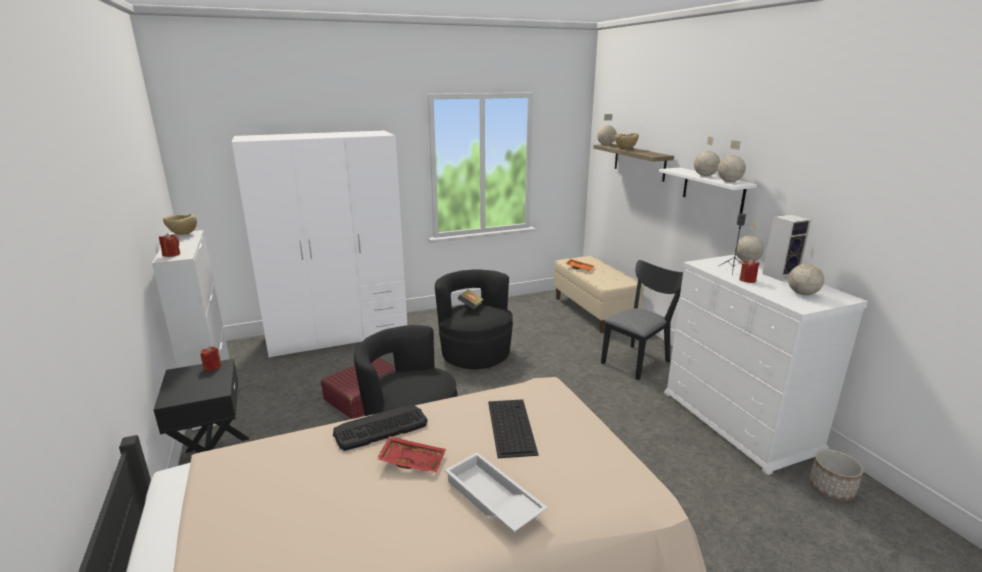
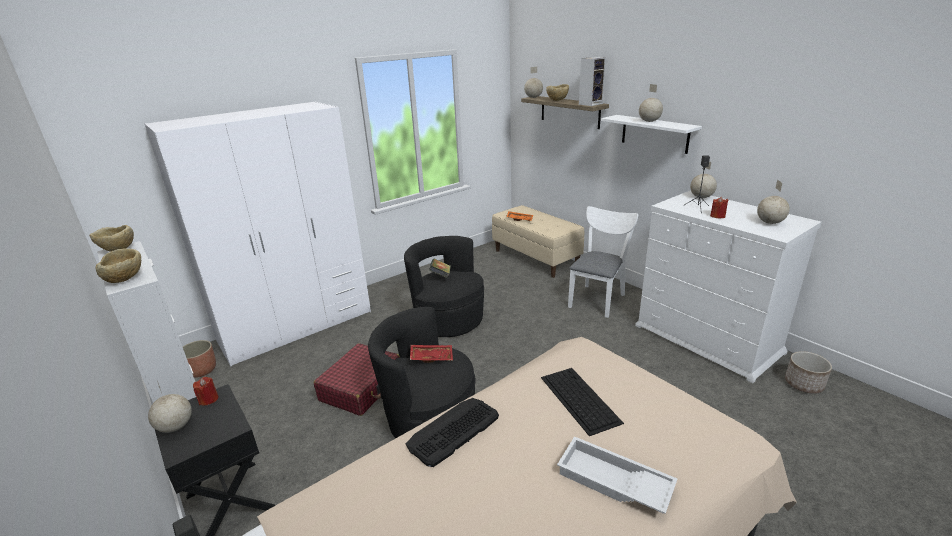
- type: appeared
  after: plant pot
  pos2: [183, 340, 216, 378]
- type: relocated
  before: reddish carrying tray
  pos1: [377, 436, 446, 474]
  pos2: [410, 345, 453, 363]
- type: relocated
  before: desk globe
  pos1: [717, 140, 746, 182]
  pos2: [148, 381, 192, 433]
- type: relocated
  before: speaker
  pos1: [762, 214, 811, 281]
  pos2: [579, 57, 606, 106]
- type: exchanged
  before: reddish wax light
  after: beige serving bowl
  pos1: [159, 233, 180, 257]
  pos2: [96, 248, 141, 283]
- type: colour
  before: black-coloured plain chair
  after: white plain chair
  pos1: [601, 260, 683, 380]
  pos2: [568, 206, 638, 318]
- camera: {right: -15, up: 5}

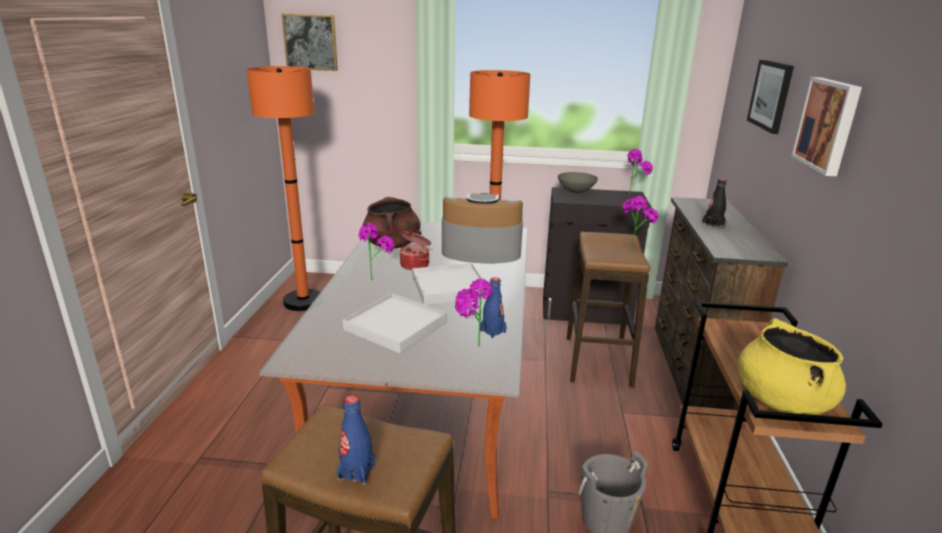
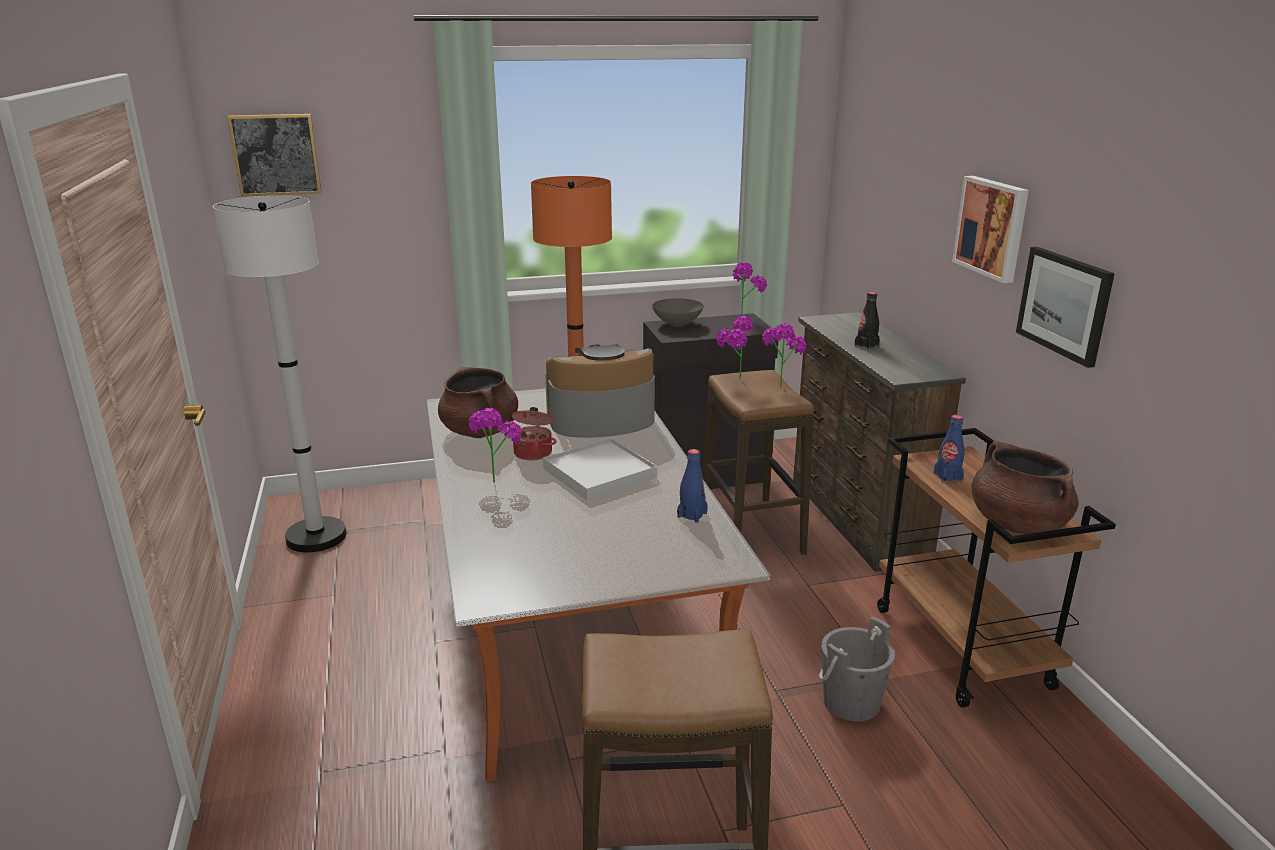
- type: missing
  before: white carrying tray
  pos1: [343, 293, 447, 353]
- type: relocated
  before: bluish drink bottle
  pos1: [337, 395, 375, 485]
  pos2: [934, 415, 965, 482]
- type: relocated
  before: plant in a pot
  pos1: [455, 278, 493, 346]
  pos2: [716, 316, 753, 379]
- type: relocated
  before: wall picture
  pos1: [747, 60, 794, 134]
  pos2: [1016, 247, 1115, 368]
- type: colour
  before: orange standard lamp
  after: white standard lamp
  pos1: [247, 66, 320, 311]
  pos2: [213, 195, 347, 552]
- type: colour
  before: yellow cooking pot
  after: brown-coloured cooking pot
  pos1: [738, 318, 846, 415]
  pos2: [972, 441, 1079, 534]
- camera: {right: -20, up: 0}

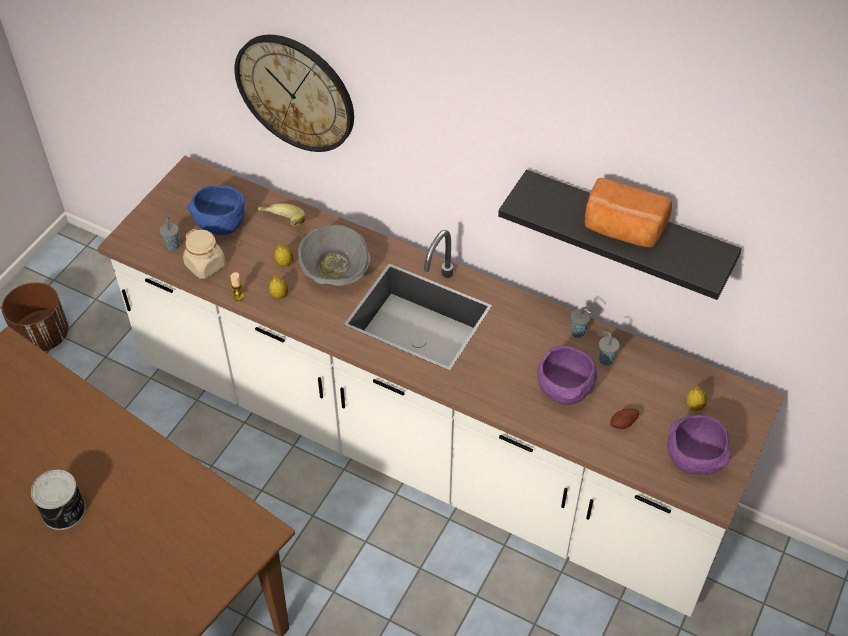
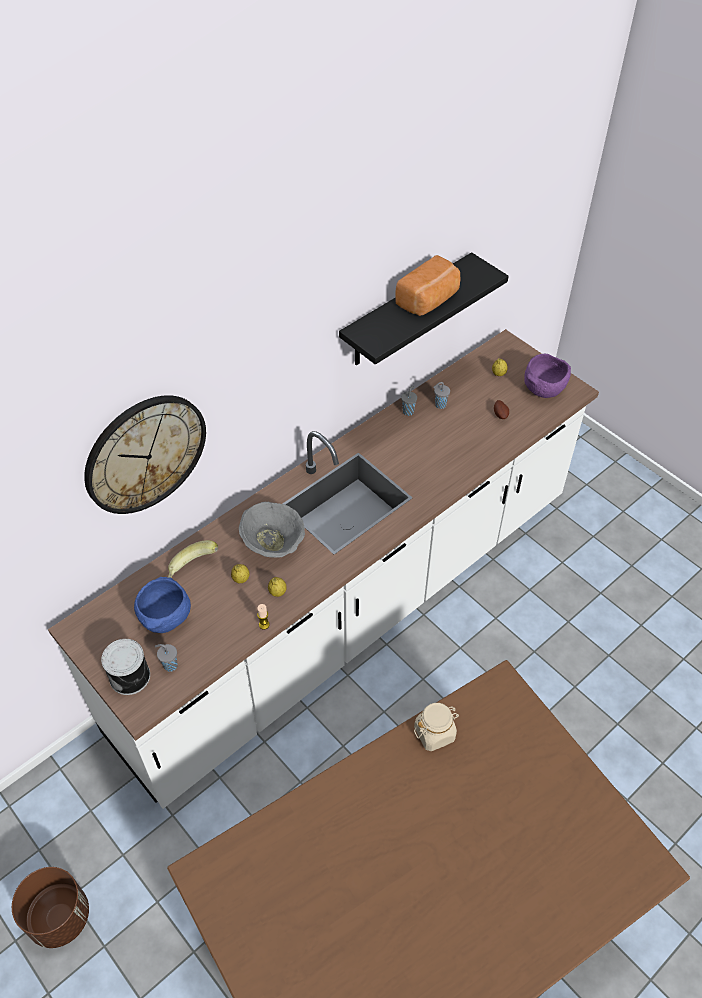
- type: missing
  before: purple-coloured serving bowl
  pos1: [537, 345, 597, 405]
- type: relocated
  before: sealed can
  pos1: [31, 470, 86, 530]
  pos2: [101, 639, 150, 695]
- type: relocated
  before: beige jar
  pos1: [183, 229, 225, 279]
  pos2: [414, 703, 459, 751]
- camera: {right: -70, up: 0}

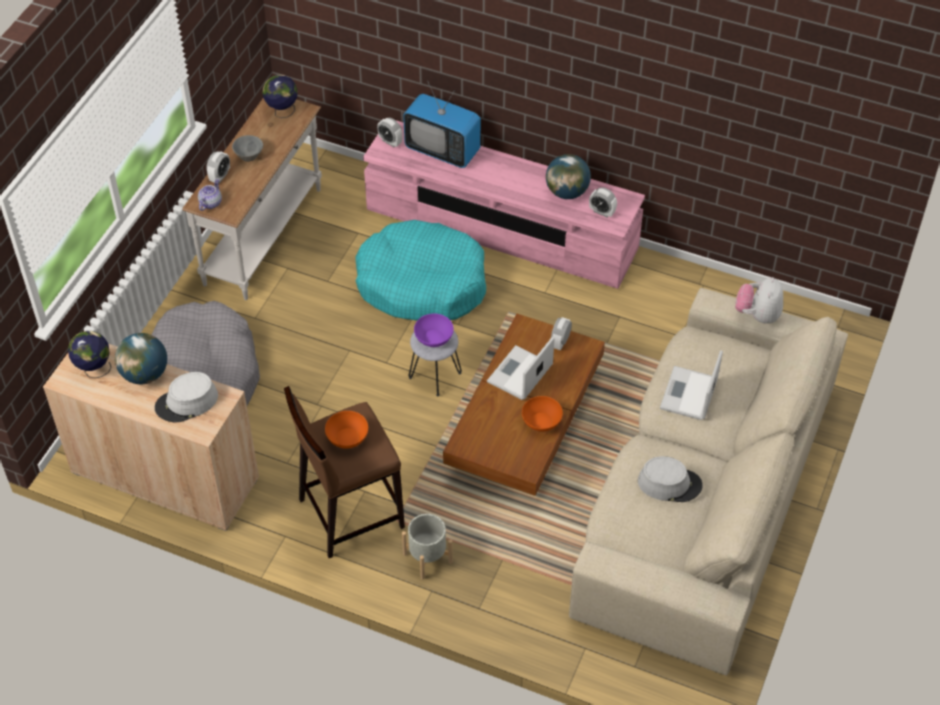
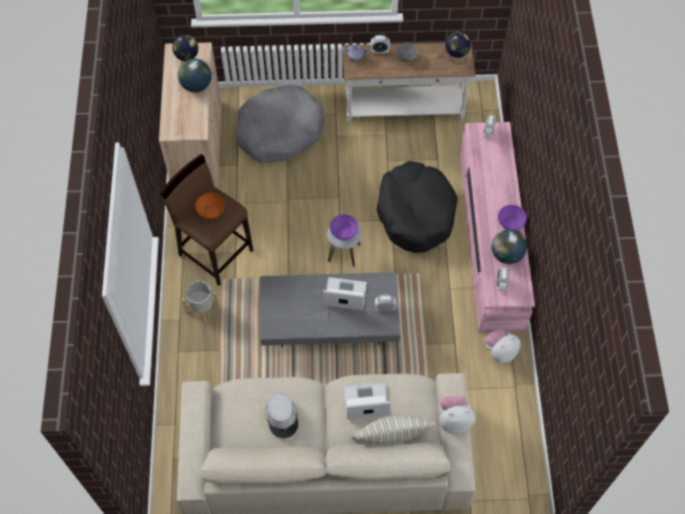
- type: missing
  before: grey wearable hat
  pos1: [155, 372, 218, 422]
- type: missing
  before: TV set
  pos1: [403, 80, 481, 168]
- type: missing
  before: orange serving bowl
  pos1: [522, 396, 563, 432]
- type: appeared
  after: pillow
  pos2: [351, 415, 435, 444]
- type: appeared
  after: cuddly toy
  pos2: [484, 328, 521, 363]
- type: appeared
  after: purple-coloured serving bowl
  pos2: [498, 205, 527, 230]
- type: colour
  before: turquoise pet bed
  after: black-coloured pet bed
  pos1: [355, 220, 486, 320]
  pos2: [376, 161, 458, 253]
- type: colour
  before: brown-coloured coffee table
  after: grey coffee table
  pos1: [443, 314, 605, 496]
  pos2: [260, 272, 400, 347]
- camera: {right: 65, up: 10}

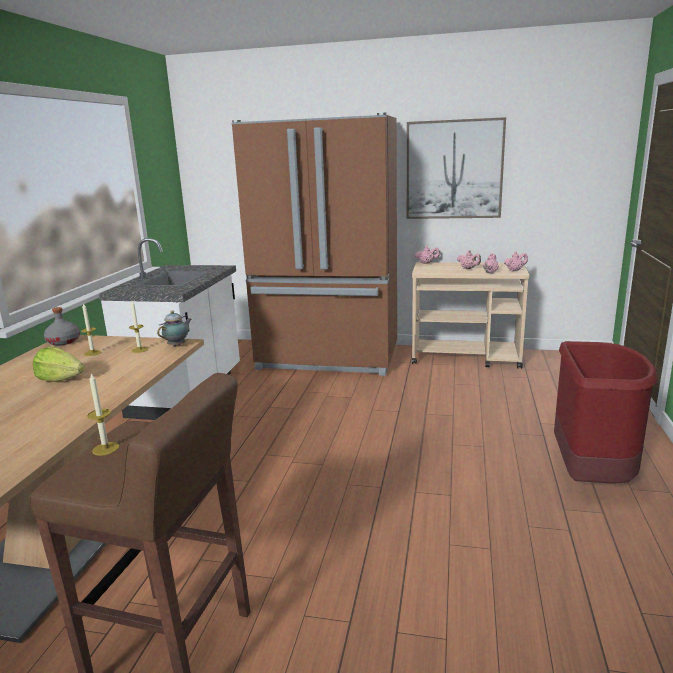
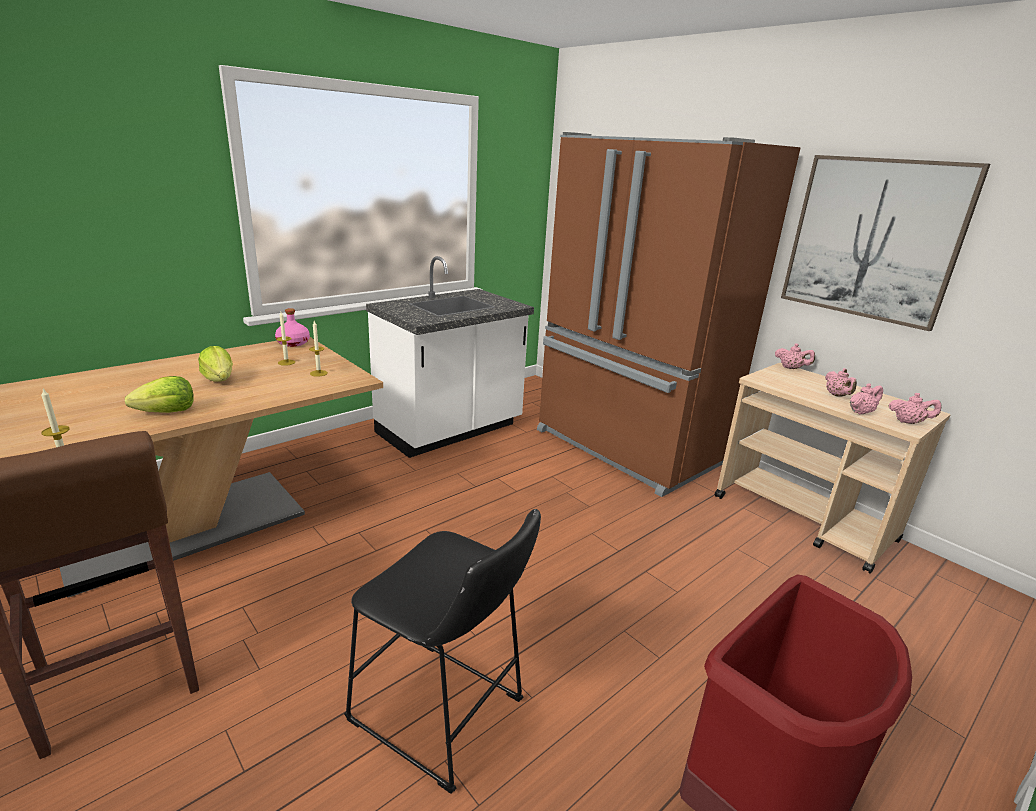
- type: missing
  before: tea pot
  pos1: [157, 311, 192, 347]
- type: appeared
  after: lettuce head
  pos2: [125, 376, 194, 413]
- type: appeared
  after: black-coloured sitting stool
  pos2: [344, 509, 541, 794]
- type: colour
  before: grey drink bottle
  after: pink-coloured drink bottle
  pos1: [44, 307, 80, 346]
  pos2: [275, 308, 310, 347]
- camera: {right: 35, up: 5}

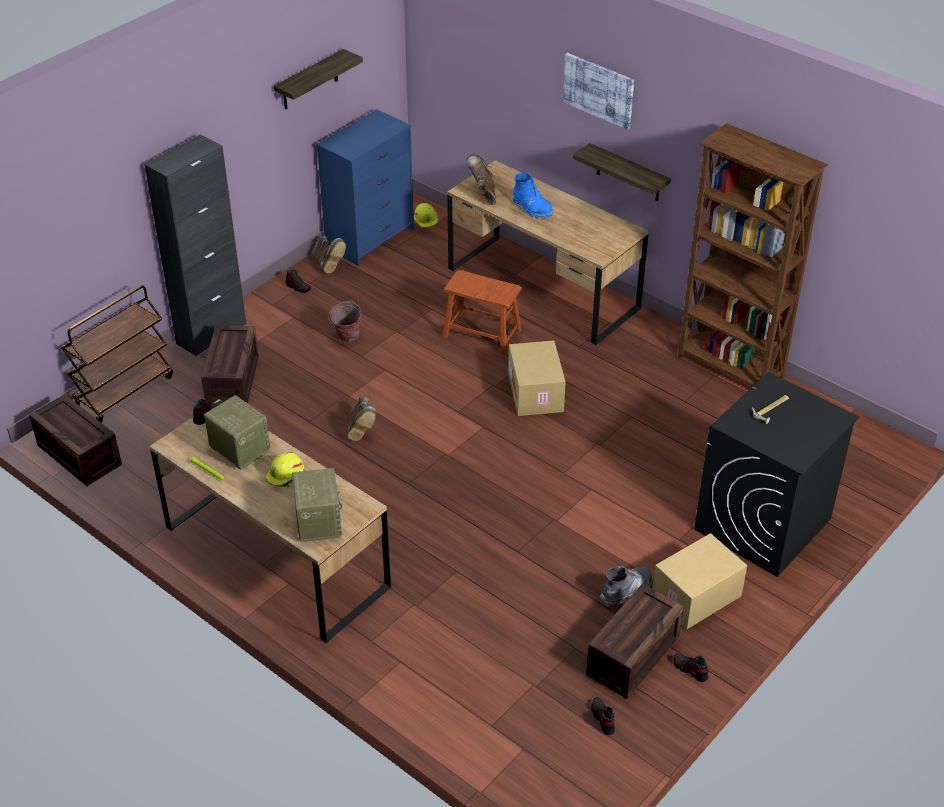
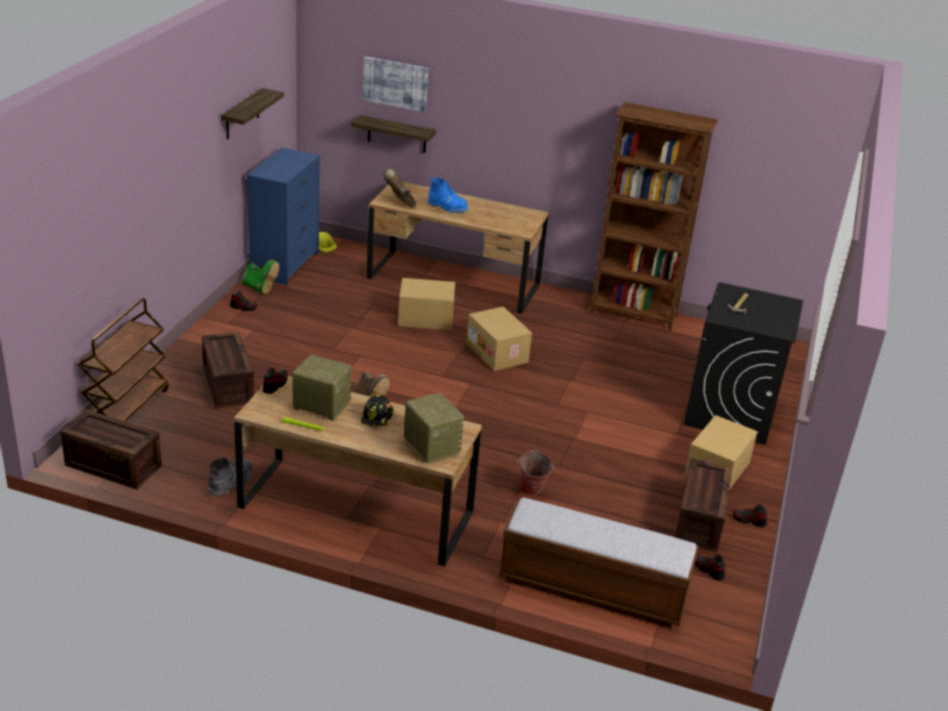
- type: missing
  before: black-coloured cupboard
  pos1: [144, 134, 246, 356]
- type: appeared
  after: long seat
  pos2: [498, 498, 699, 628]
- type: relocated
  before: bucket
  pos1: [328, 301, 362, 342]
  pos2: [517, 450, 554, 495]
- type: relocated
  before: wall picture
  pos1: [563, 53, 634, 130]
  pos2: [363, 56, 428, 112]
- type: relocated
  before: wall shelf
  pos1: [573, 143, 671, 201]
  pos2: [351, 115, 436, 153]
- type: relocated
  before: grey high-top boot
  pos1: [600, 566, 653, 606]
  pos2: [208, 457, 253, 497]
- type: exchanged
  before: brown-coloured sitting stool
  after: cardboard box
  pos1: [442, 270, 522, 355]
  pos2: [398, 278, 455, 330]
- type: colour
  before: yellow hard hat
  after: black-coloured hard hat
  pos1: [265, 452, 304, 487]
  pos2: [361, 395, 394, 426]
- type: colour
  before: brown-coloured high-top boot
  after: greenish high-top boot
  pos1: [312, 236, 346, 274]
  pos2: [242, 260, 279, 294]
- camera: {right: -25, up: -10}

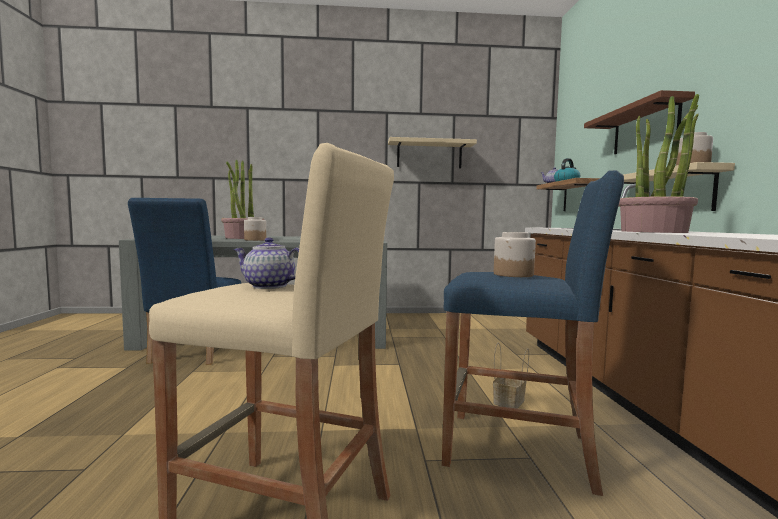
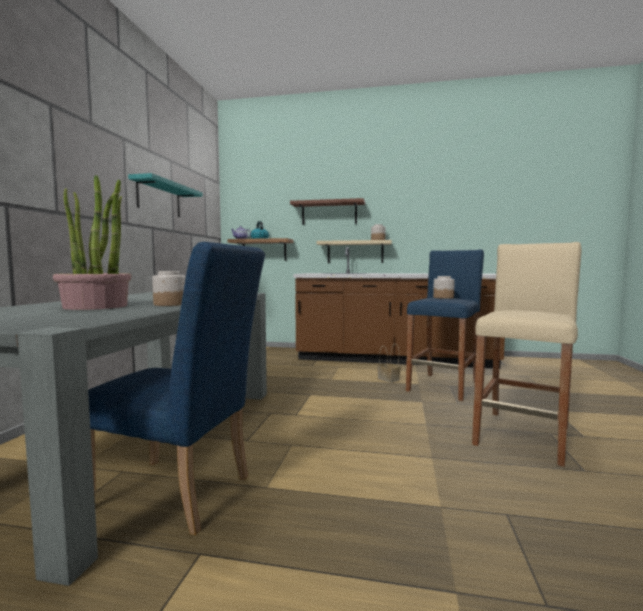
- type: missing
  before: tea pot
  pos1: [233, 238, 299, 289]
- type: missing
  before: plant in a pot
  pos1: [618, 94, 699, 233]
- type: colour
  before: beige wall shelf
  after: turquoise wall shelf
  pos1: [388, 137, 477, 168]
  pos2: [128, 173, 203, 217]
- camera: {right: -75, up: 0}

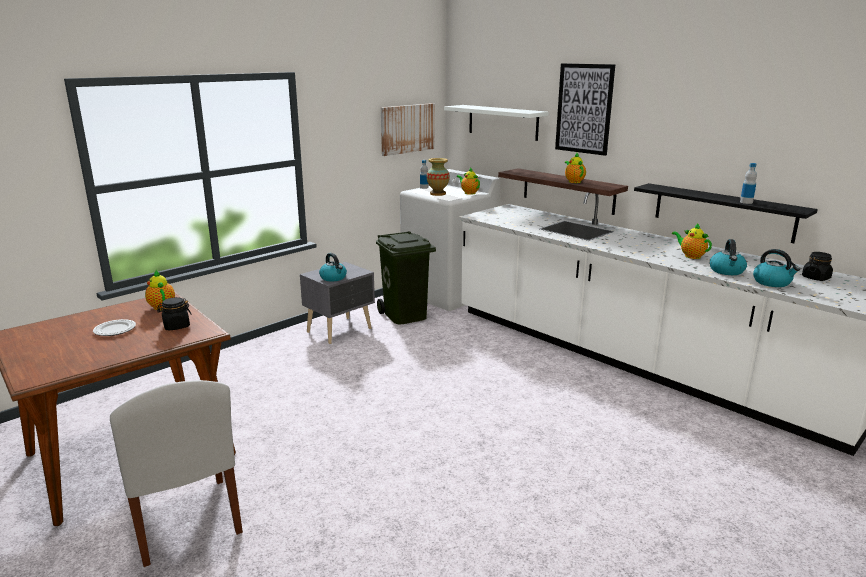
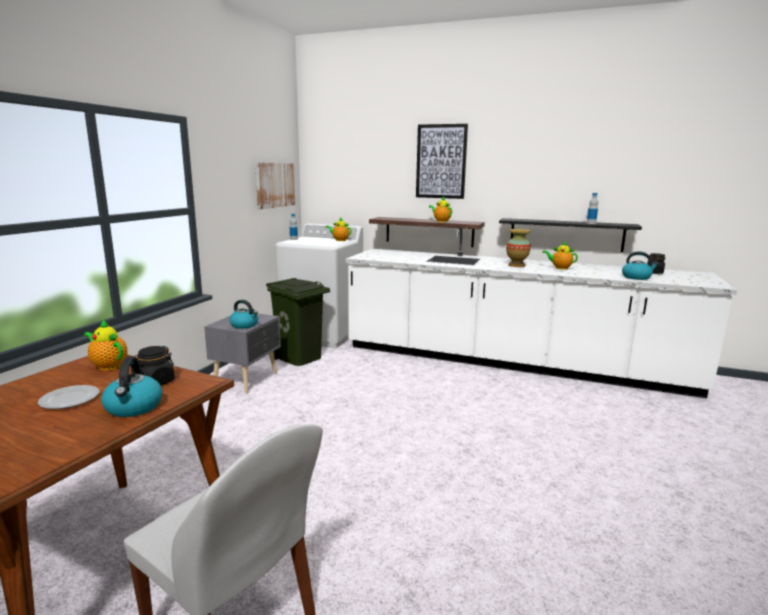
- type: missing
  before: white wall shelf
  pos1: [444, 105, 548, 141]
- type: relocated
  before: decorative vase
  pos1: [427, 158, 450, 196]
  pos2: [506, 229, 531, 267]
- type: relocated
  before: water kettle
  pos1: [710, 239, 747, 275]
  pos2: [101, 357, 162, 417]
- camera: {right: -25, up: -5}

